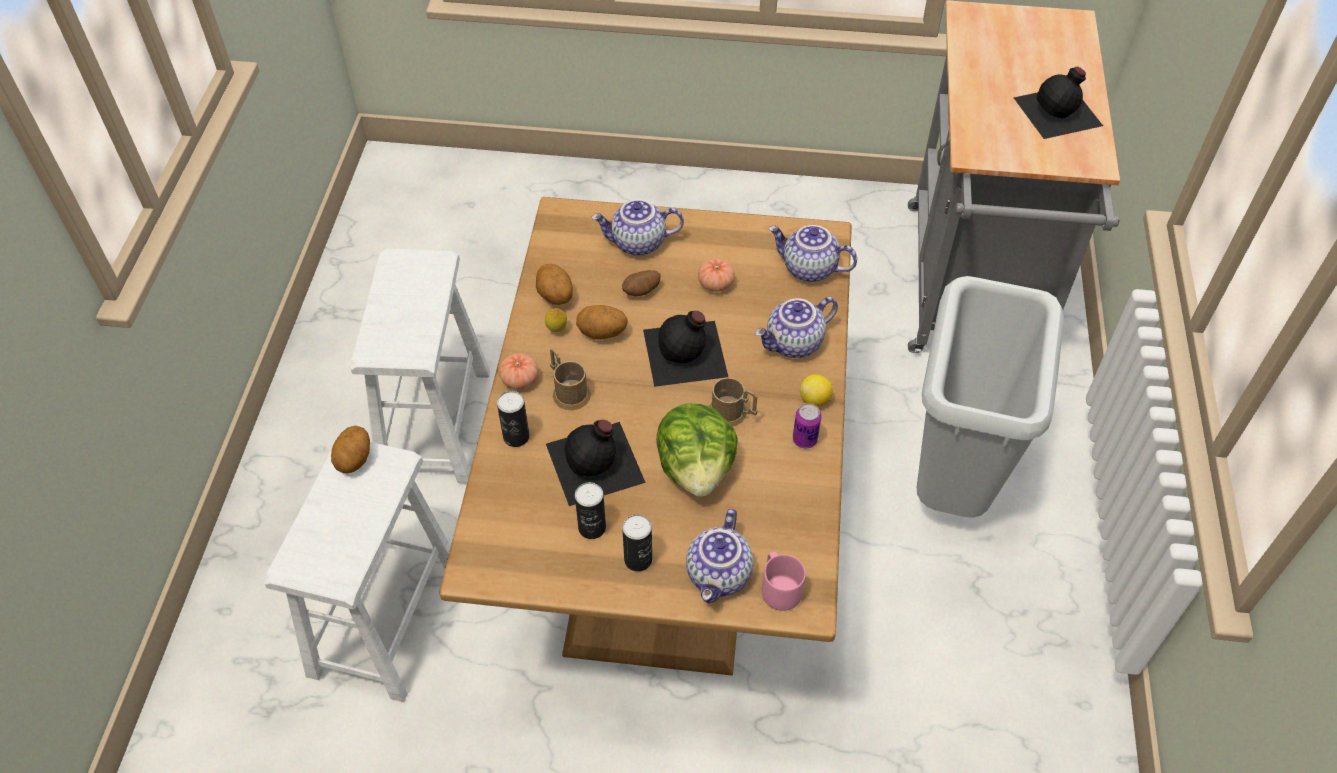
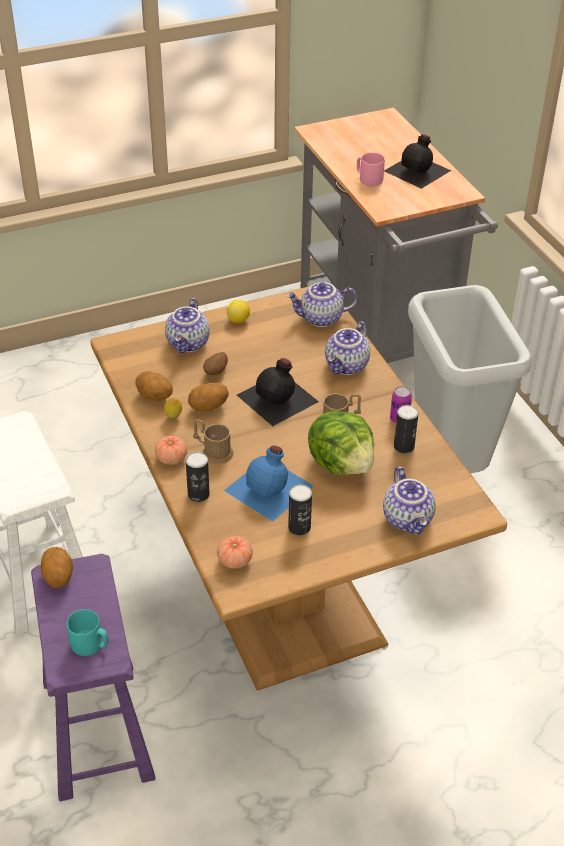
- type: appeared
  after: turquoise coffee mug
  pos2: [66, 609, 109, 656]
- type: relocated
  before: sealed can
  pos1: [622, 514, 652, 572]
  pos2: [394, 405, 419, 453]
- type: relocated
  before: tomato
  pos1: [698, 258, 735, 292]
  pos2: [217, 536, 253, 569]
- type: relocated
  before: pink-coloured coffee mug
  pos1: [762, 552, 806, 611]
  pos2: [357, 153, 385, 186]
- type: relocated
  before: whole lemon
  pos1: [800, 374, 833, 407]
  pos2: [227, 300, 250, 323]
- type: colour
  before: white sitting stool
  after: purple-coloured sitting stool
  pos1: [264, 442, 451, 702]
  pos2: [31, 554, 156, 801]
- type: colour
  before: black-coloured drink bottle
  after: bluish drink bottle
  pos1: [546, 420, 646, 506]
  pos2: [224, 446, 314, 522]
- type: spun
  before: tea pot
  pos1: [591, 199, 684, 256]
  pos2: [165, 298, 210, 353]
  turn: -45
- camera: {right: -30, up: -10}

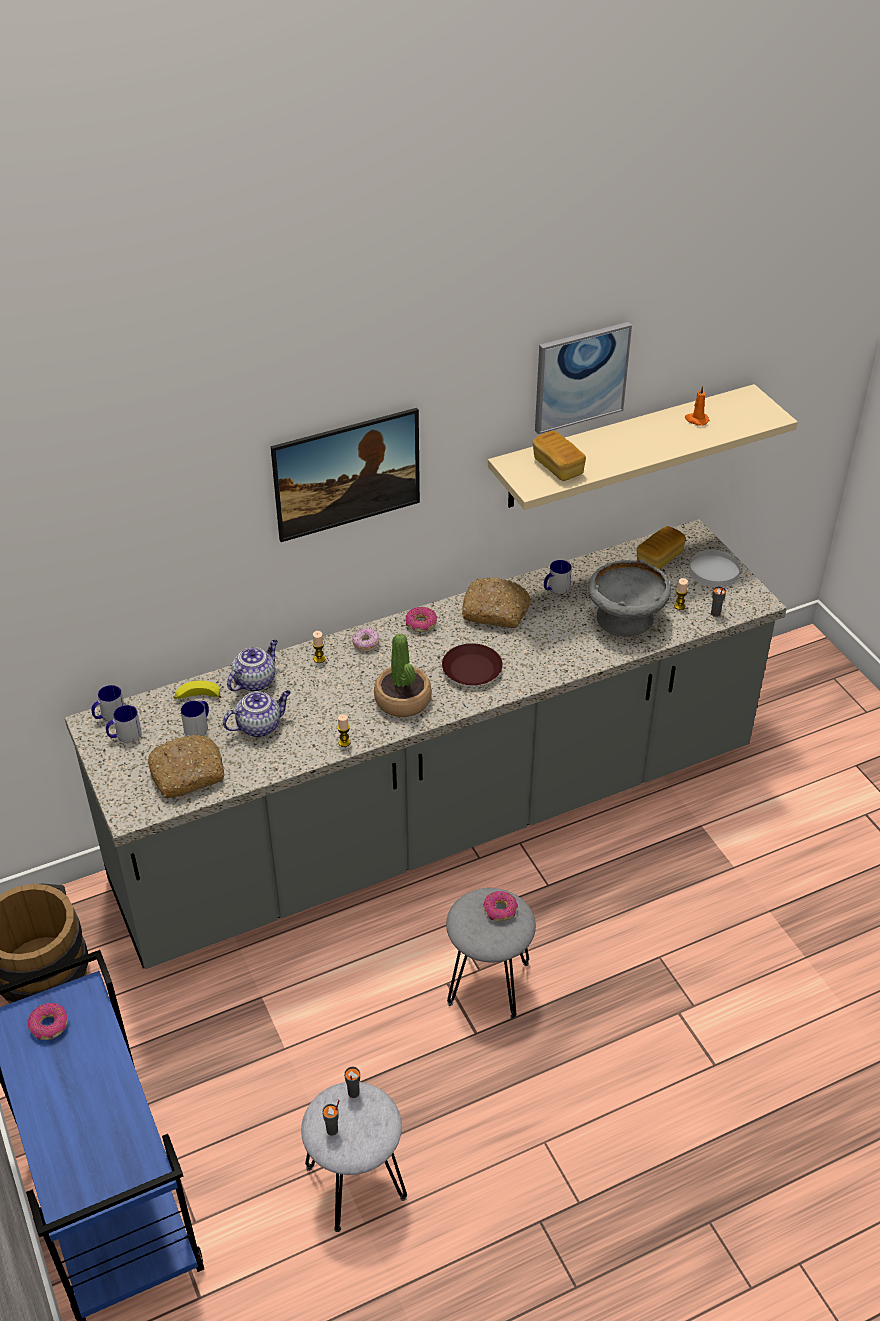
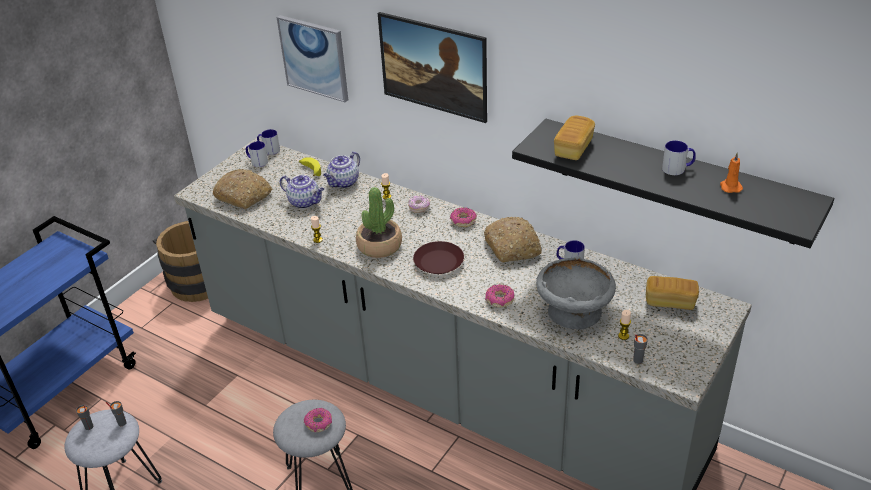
- type: missing
  before: white flat dish
  pos1: [689, 550, 741, 587]
- type: relocated
  before: donut
  pos1: [27, 1003, 68, 1040]
  pos2: [485, 284, 514, 307]
- type: relocated
  before: coffee mug
  pos1: [181, 701, 209, 736]
  pos2: [662, 140, 696, 175]
- type: relocated
  before: wall picture
  pos1: [535, 322, 632, 434]
  pos2: [277, 15, 348, 102]
- type: colour
  before: beige wall shelf
  after: black-coloured wall shelf
  pos1: [488, 384, 798, 510]
  pos2: [512, 119, 834, 248]
- type: spun
  before: tea pot
  pos1: [227, 640, 278, 692]
  pos2: [323, 152, 360, 188]
  turn: 120
- camera: {right: 60, up: -5}

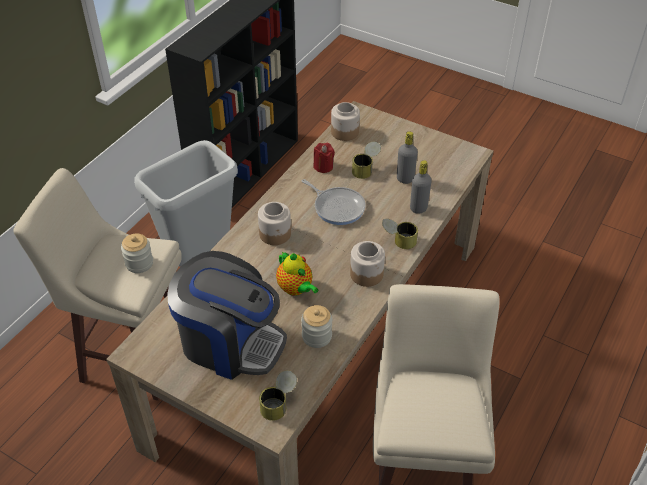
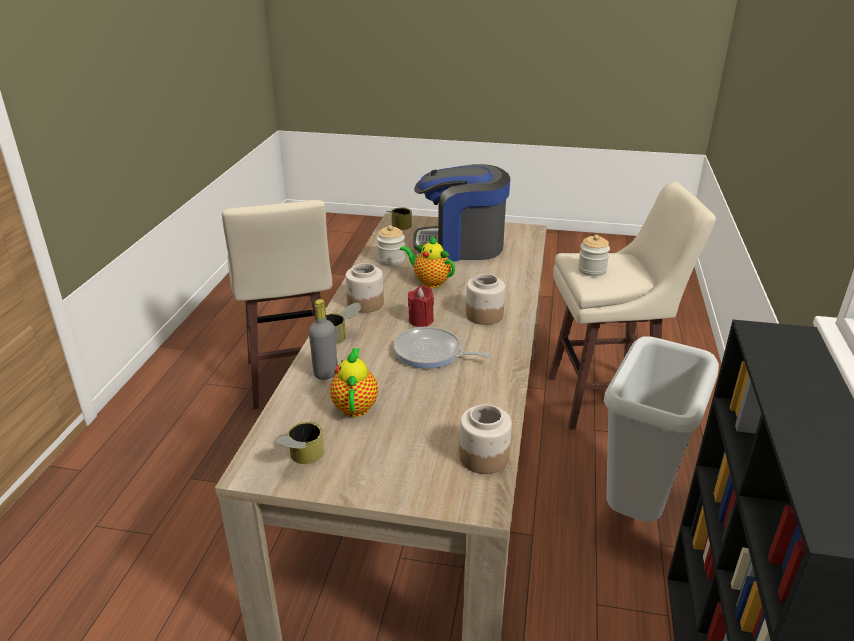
- type: relocated
  before: reddish wax light
  pos1: [313, 143, 335, 173]
  pos2: [408, 285, 434, 327]
- type: relocated
  before: sealed can
  pos1: [352, 141, 381, 179]
  pos2: [275, 422, 324, 464]
- type: exchanged
  before: grey drink bottle
  after: tea pot
  pos1: [397, 131, 418, 184]
  pos2: [330, 348, 378, 417]
- camera: {right: 160, up: -15}

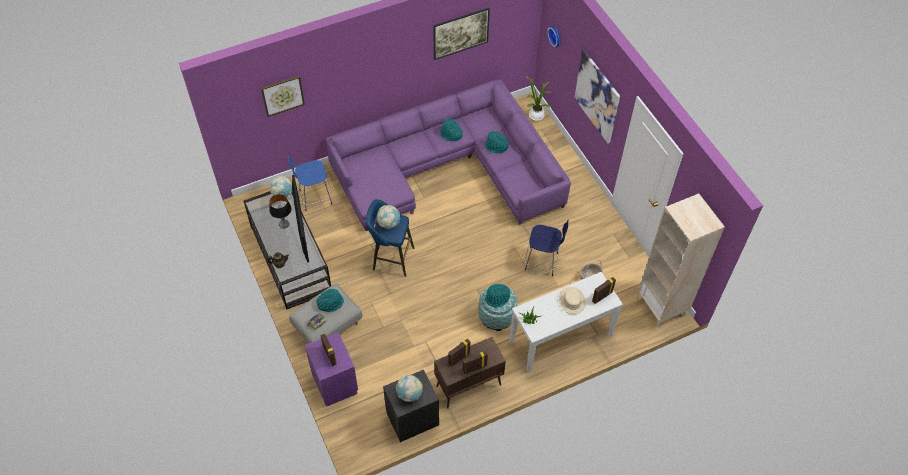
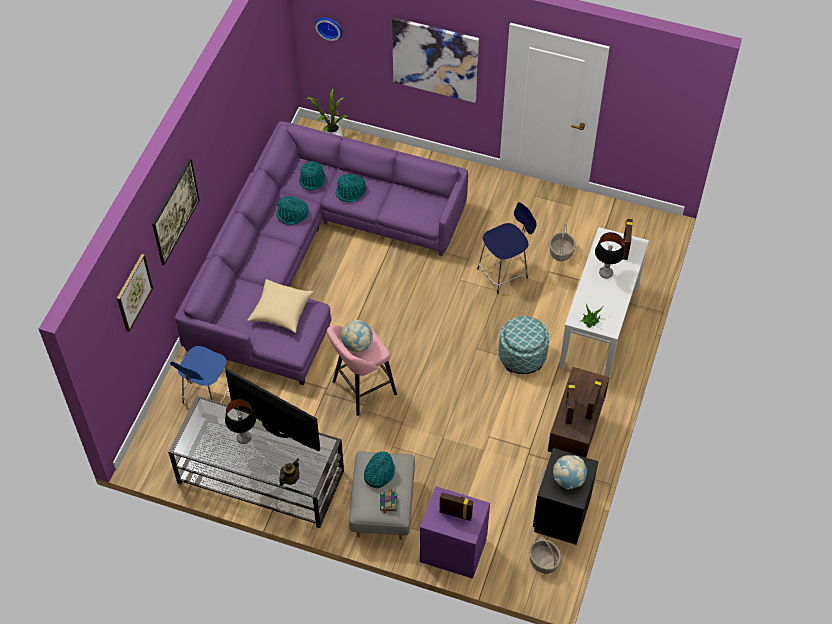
- type: missing
  before: desk globe
  pos1: [270, 175, 292, 198]
- type: missing
  before: beige bookshelf
  pos1: [638, 194, 725, 328]
- type: appeared
  after: beige pillow
  pos2: [247, 279, 314, 333]
- type: appeared
  after: storage basket
  pos2: [529, 536, 561, 574]
- type: relocated
  before: wall picture
  pos1: [433, 8, 490, 60]
  pos2: [152, 158, 200, 265]
- type: relocated
  before: turquoise wearable hat
  pos1: [485, 284, 510, 307]
  pos2: [299, 161, 325, 190]
- type: exchanged
  before: beige wearable hat
  after: lamp for a table
  pos1: [559, 287, 586, 314]
  pos2: [595, 232, 624, 279]
- type: colour
  before: bluish sitting stool
  after: pink-coloured sitting stool
  pos1: [366, 199, 415, 277]
  pos2: [327, 325, 397, 416]
- camera: {right: -45, up: 0}

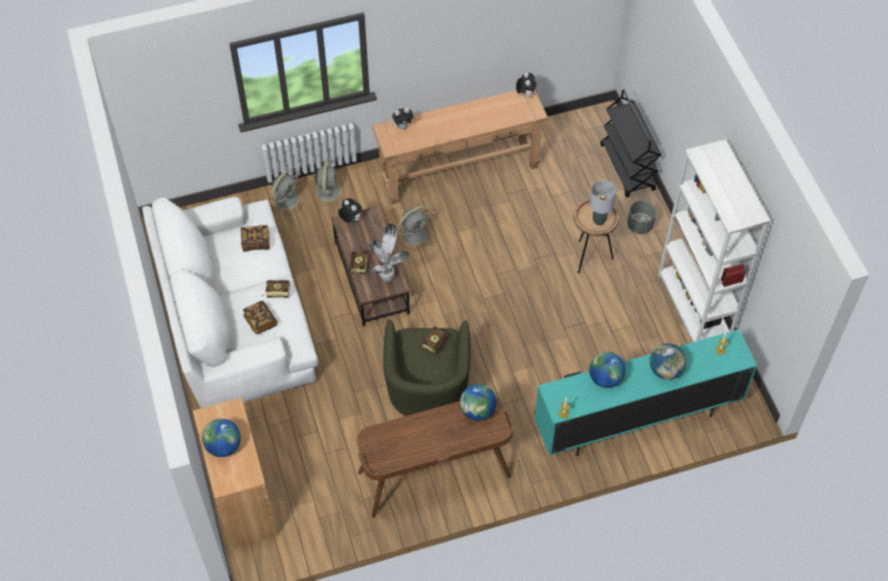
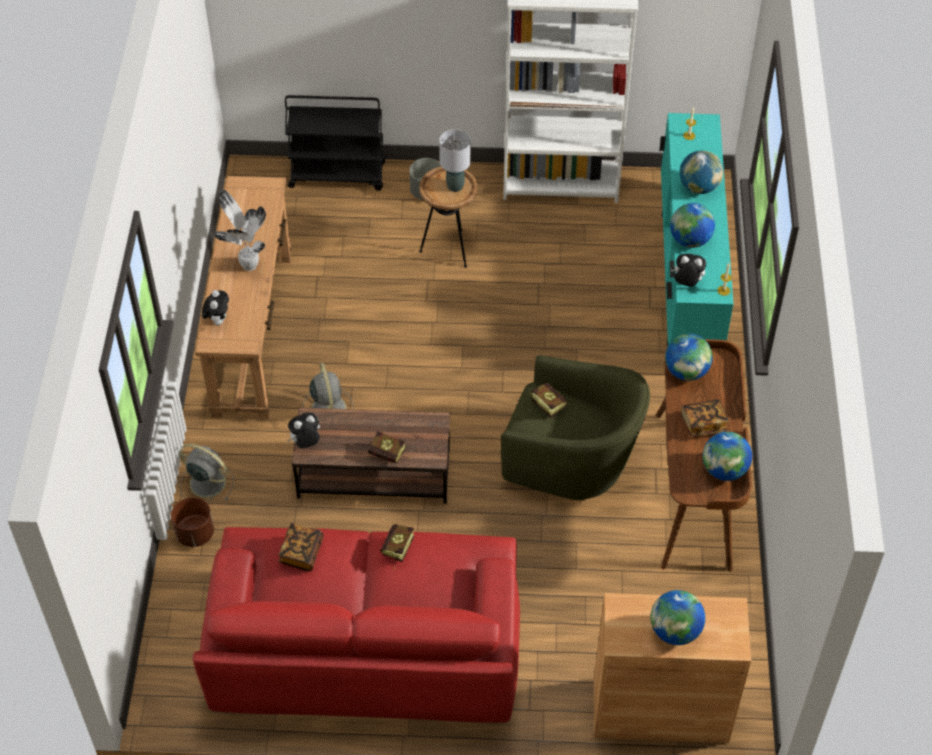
- type: appeared
  after: desk globe
  pos2: [703, 432, 752, 481]
- type: relocated
  before: bound book
  pos1: [243, 301, 278, 334]
  pos2: [681, 399, 729, 437]
- type: relocated
  before: plant in a pot
  pos1: [369, 224, 409, 282]
  pos2: [214, 190, 266, 271]
- type: relocated
  before: cuddly toy
  pos1: [516, 73, 536, 97]
  pos2: [671, 254, 706, 287]
- type: exchanged
  before: grey cooling fan
  after: brown-coloured plant pot
  pos1: [270, 169, 305, 215]
  pos2: [171, 497, 214, 547]
- type: colour
  before: white couch
  after: reddish couch
  pos1: [142, 197, 318, 408]
  pos2: [193, 527, 520, 723]
- camera: {right: -70, up: -5}

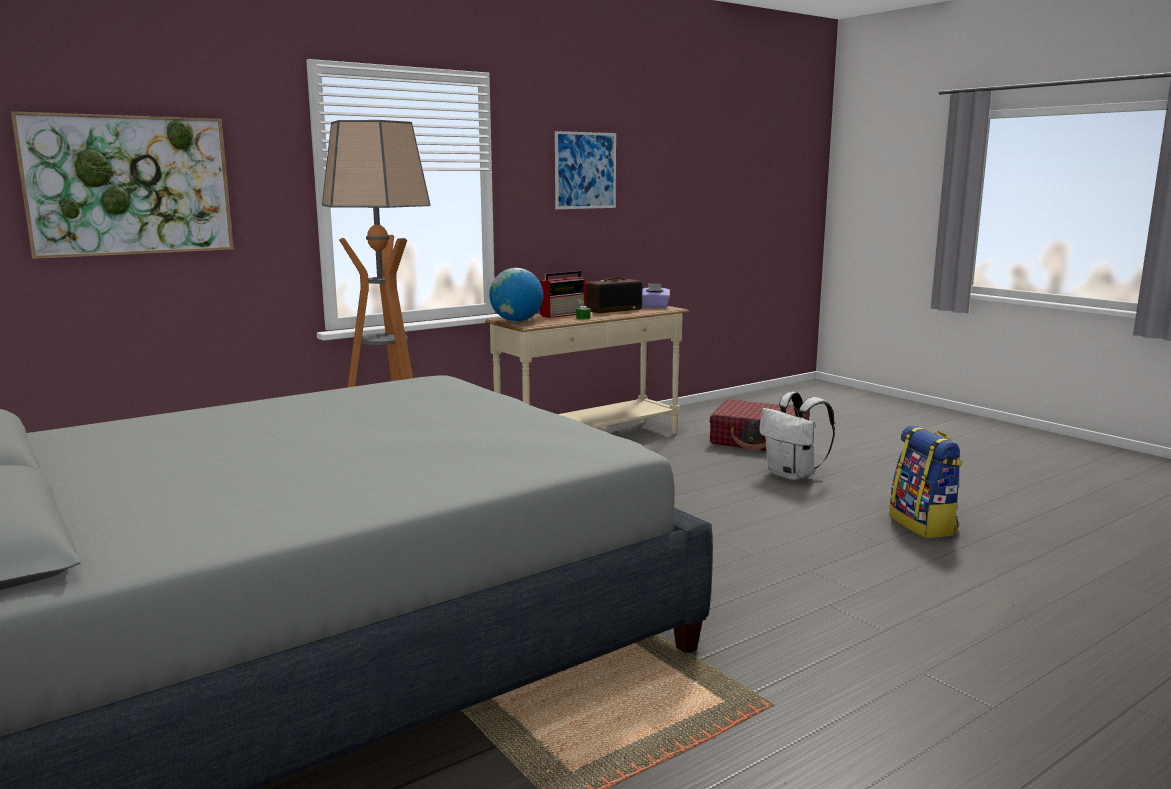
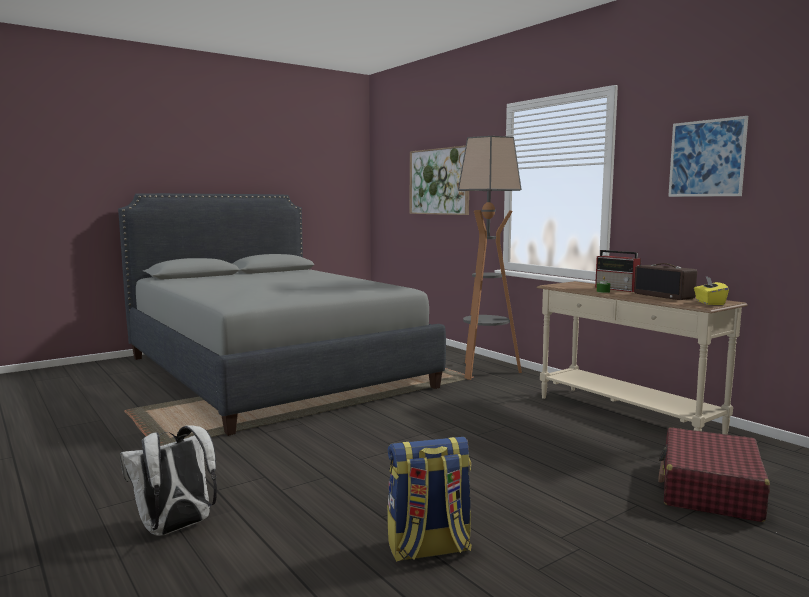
- type: missing
  before: desk globe
  pos1: [489, 268, 543, 322]
- type: relocated
  before: white knapsack
  pos1: [759, 392, 835, 481]
  pos2: [120, 425, 217, 536]
- type: colour
  before: purple-coloured tissue holder
  after: yellow tissue holder
  pos1: [642, 283, 670, 308]
  pos2: [694, 277, 729, 305]
- camera: {right: 90, up: -5}

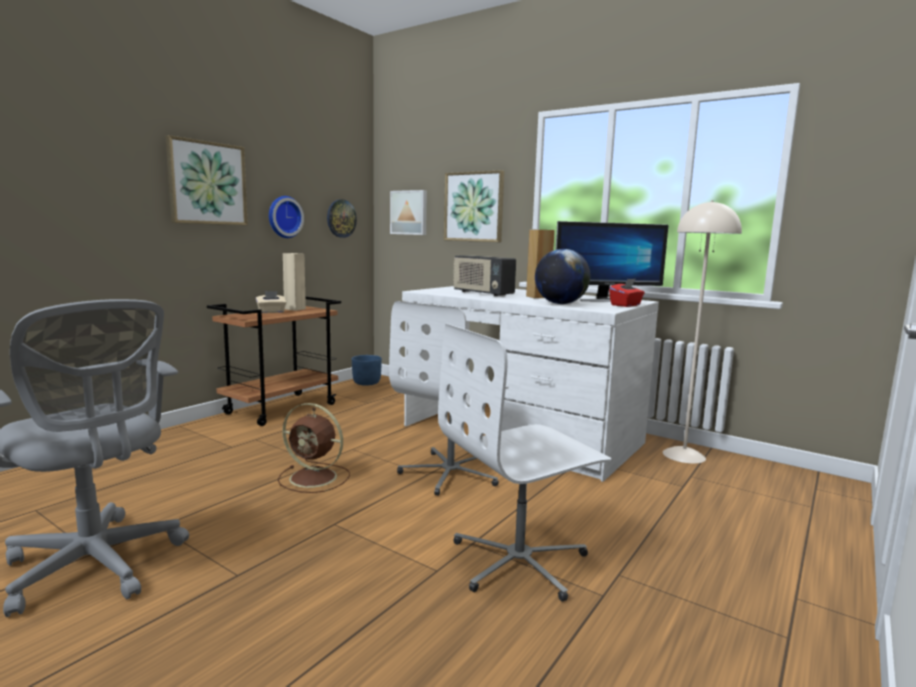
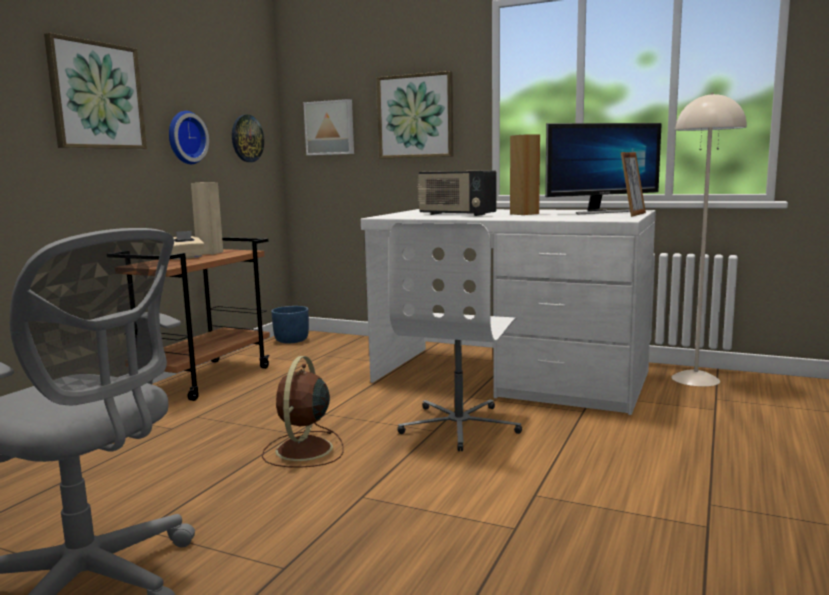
- type: missing
  before: white desk chair
  pos1: [438, 324, 611, 601]
- type: missing
  before: desk globe
  pos1: [535, 249, 590, 304]
- type: exchanged
  before: reddish tissue holder
  after: photo frame
  pos1: [609, 279, 645, 307]
  pos2: [621, 152, 646, 217]
- type: spun
  before: brown-coloured cooling fan
  pos1: [278, 403, 350, 493]
  pos2: [262, 356, 344, 468]
  turn: 90
- camera: {right: -10, up: 0}

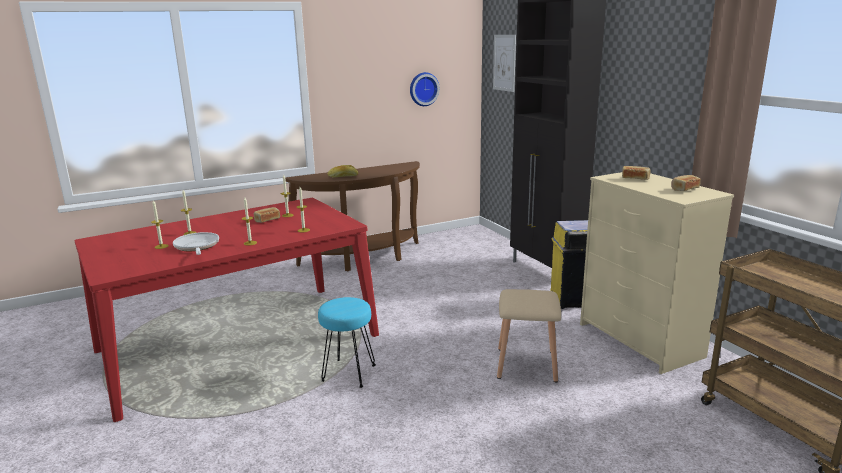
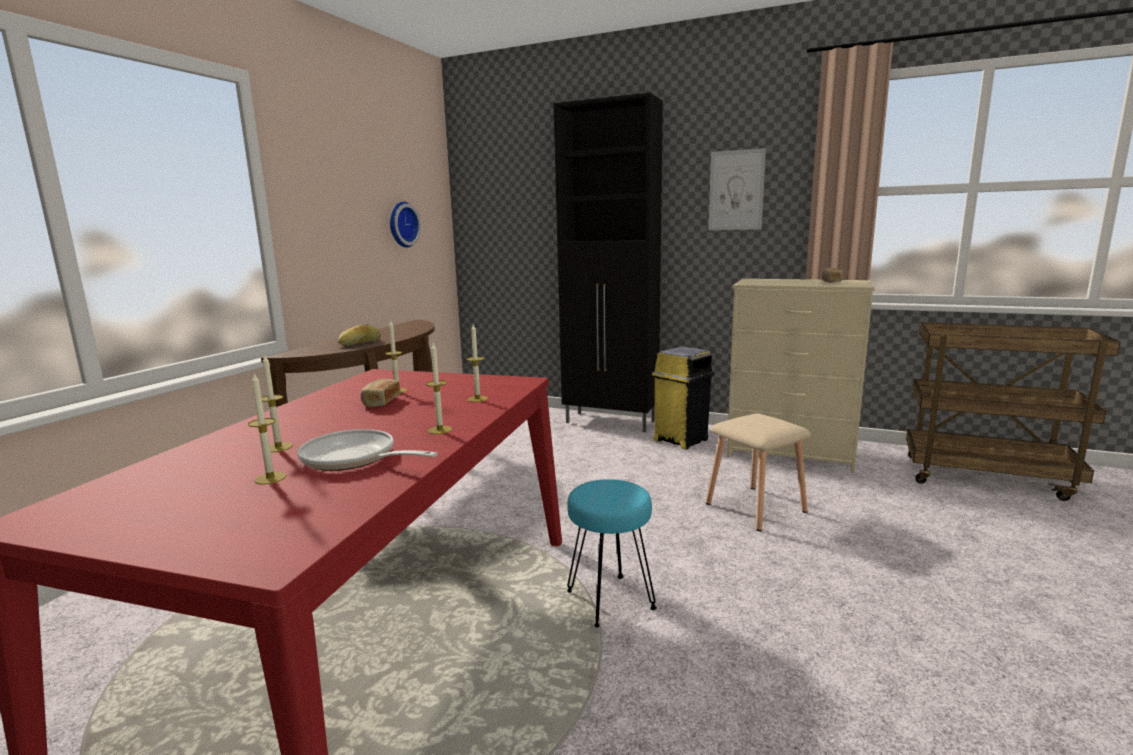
- type: missing
  before: bakery bread
  pos1: [622, 166, 651, 180]
- type: relocated
  before: wall picture
  pos1: [493, 35, 516, 92]
  pos2: [709, 148, 766, 230]
- camera: {right: -40, up: -5}

